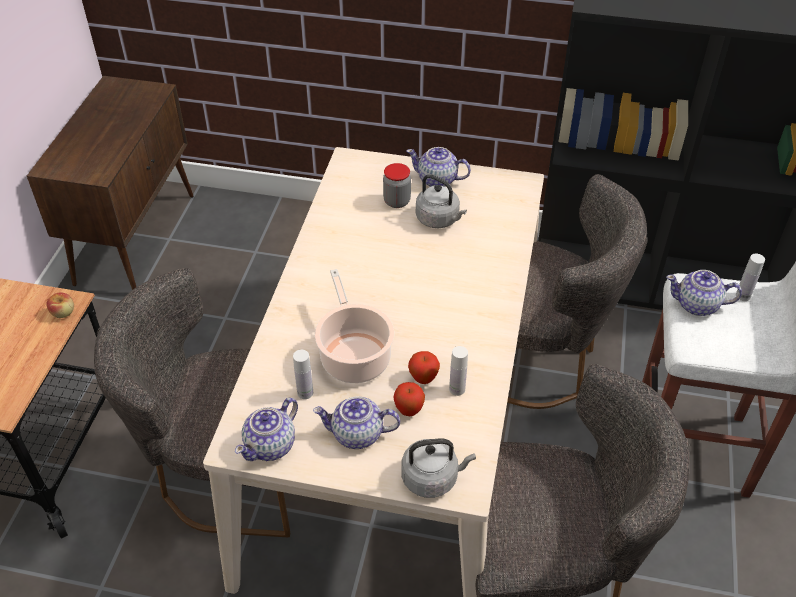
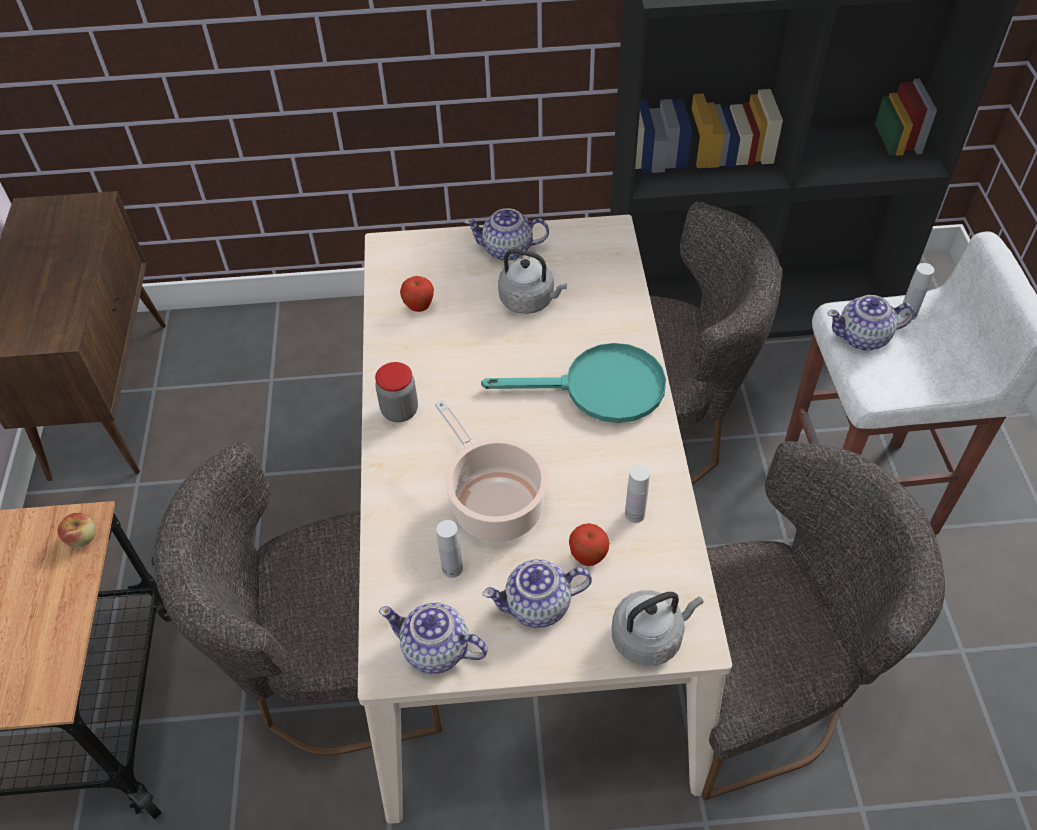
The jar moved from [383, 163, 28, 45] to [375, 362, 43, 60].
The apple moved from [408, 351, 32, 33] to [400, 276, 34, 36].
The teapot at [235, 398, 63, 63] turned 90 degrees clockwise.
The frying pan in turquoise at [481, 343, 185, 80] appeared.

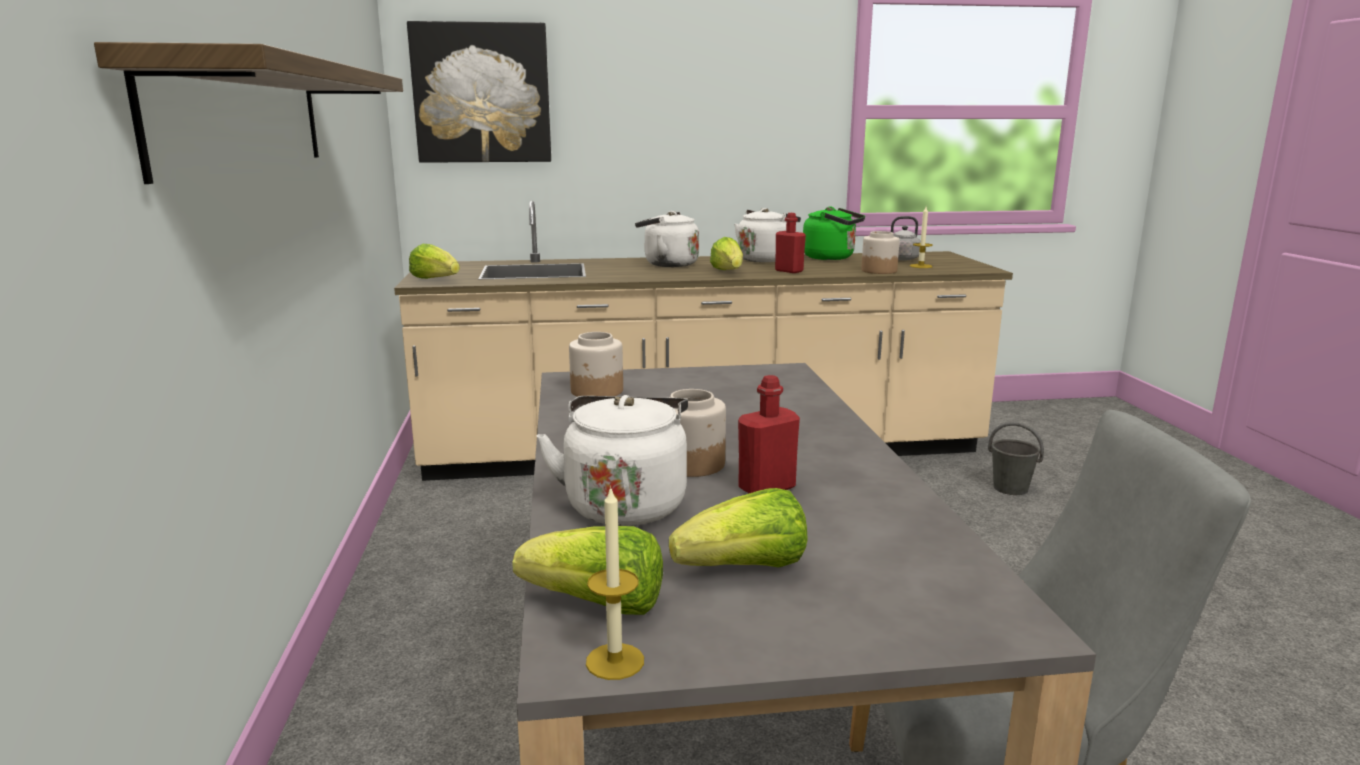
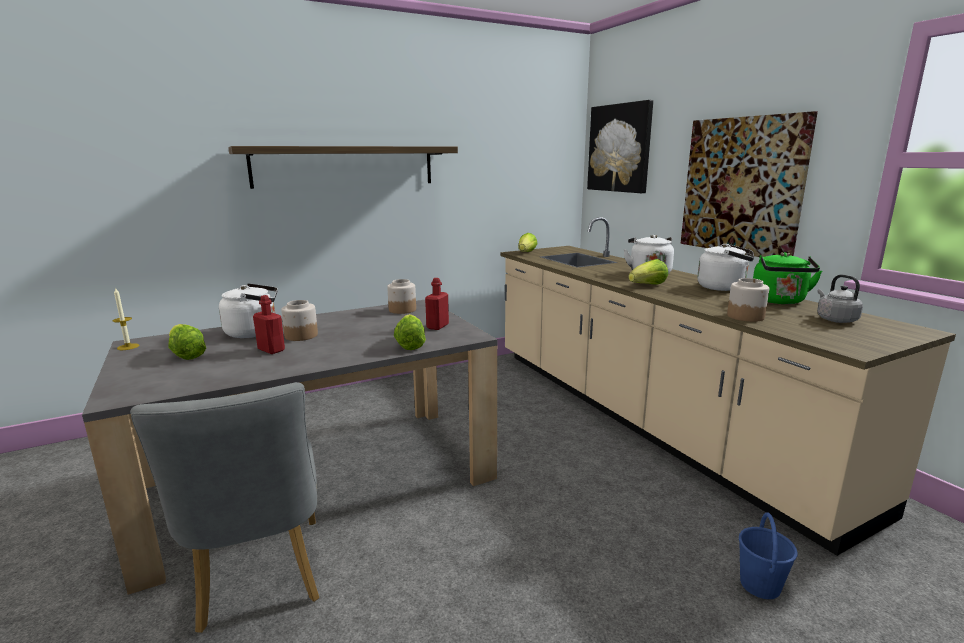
The candle at [910, 207, 23, 61] disappeared.
The bottle in red moved from [775, 213, 31, 60] to [425, 278, 24, 52].
The bucket in grey at [988, 422, 56, 73] became the bucket in blue at [739, 512, 59, 87].
The lettuce moved from [513, 526, 150, 89] to [394, 314, 32, 36].
The picture at [681, 111, 137, 146] appeared.

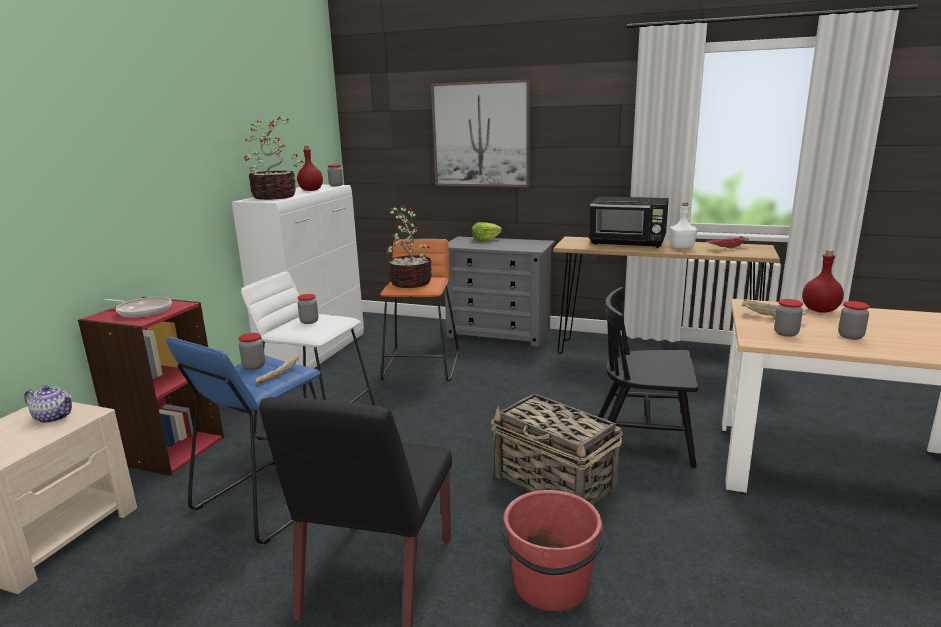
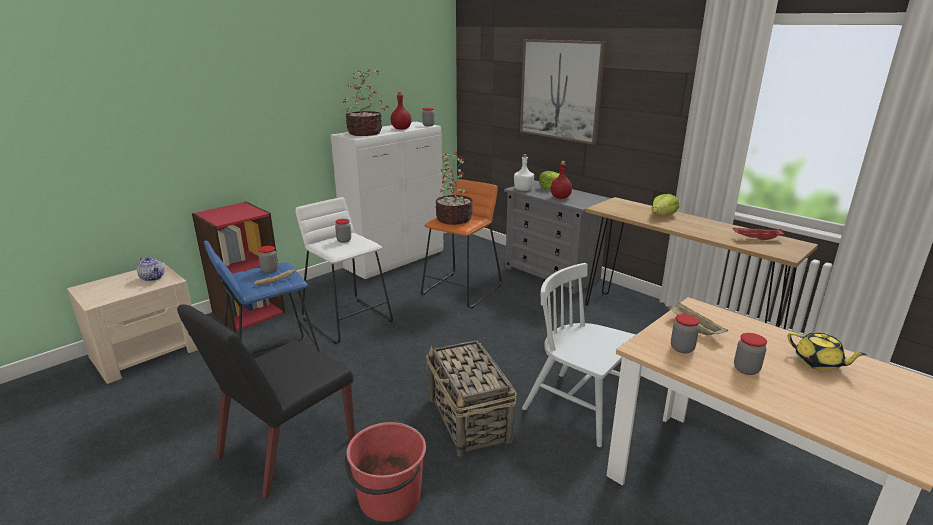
The microwave in black at [589, 196, 80, 52] was replaced by the lettuce at [651, 194, 28, 21].
The bottle in white moved from [670, 202, 27, 47] to [514, 154, 20, 37].
The bottle in red moved from [802, 250, 42, 63] to [551, 161, 21, 38].
The chair in black at [598, 287, 100, 182] became the chair in white at [522, 263, 114, 184].
The frying pan at [104, 297, 68, 21] disappeared.
The teapot in yellow at [788, 332, 79, 39] appeared.

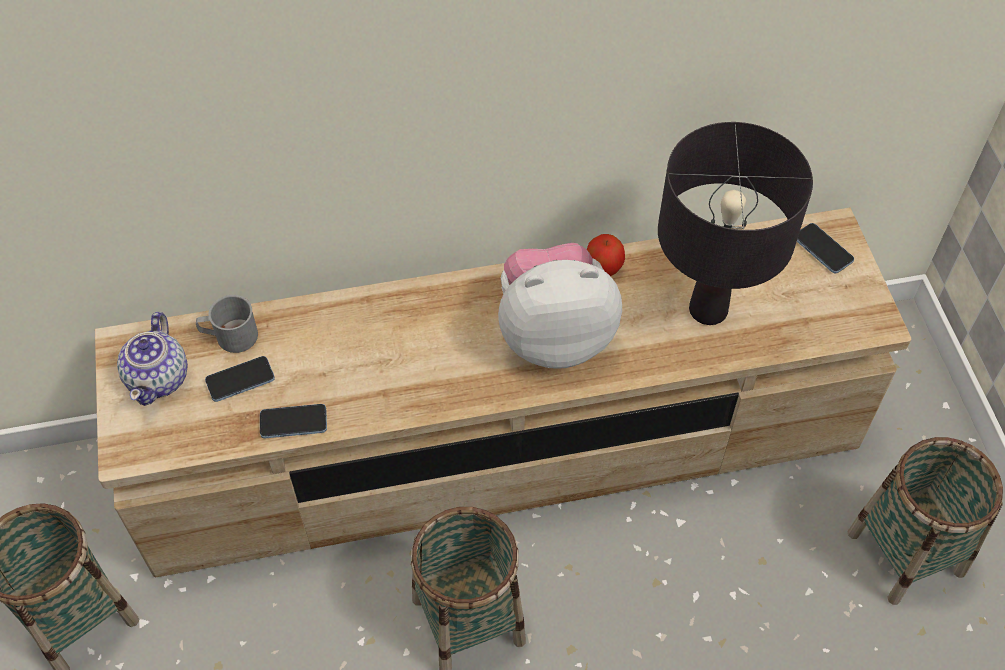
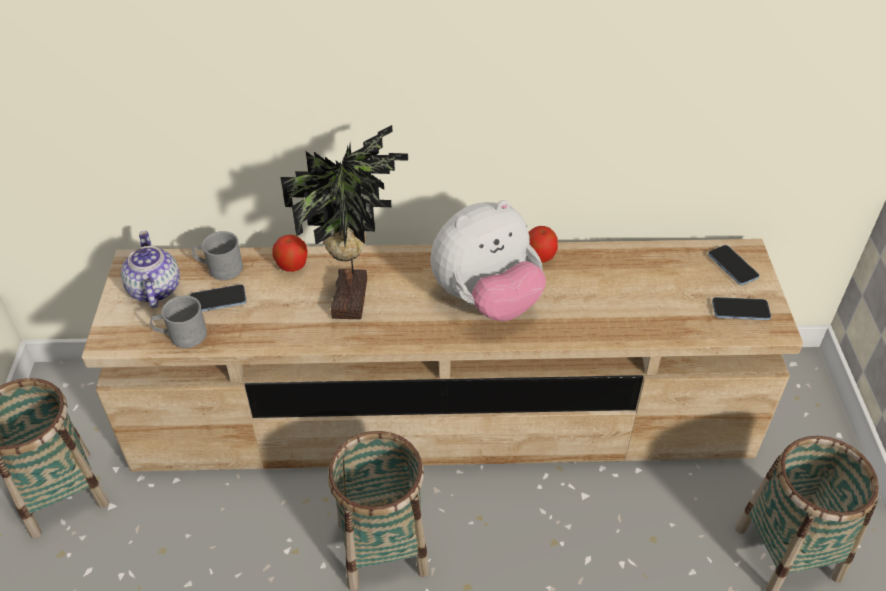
The table lamp in black at [658, 122, 155, 203] disappeared.
The plush toy at [498, 243, 124, 126] turned 150 degrees clockwise.
The teapot at [117, 312, 71, 94] turned 150 degrees clockwise.
The phone moved from [260, 404, 67, 34] to [712, 297, 59, 23].
The potted plant at [281, 125, 127, 194] appeared.
The apple at [272, 235, 36, 37] appeared.
The mug in grey at [150, 295, 57, 53] appeared.

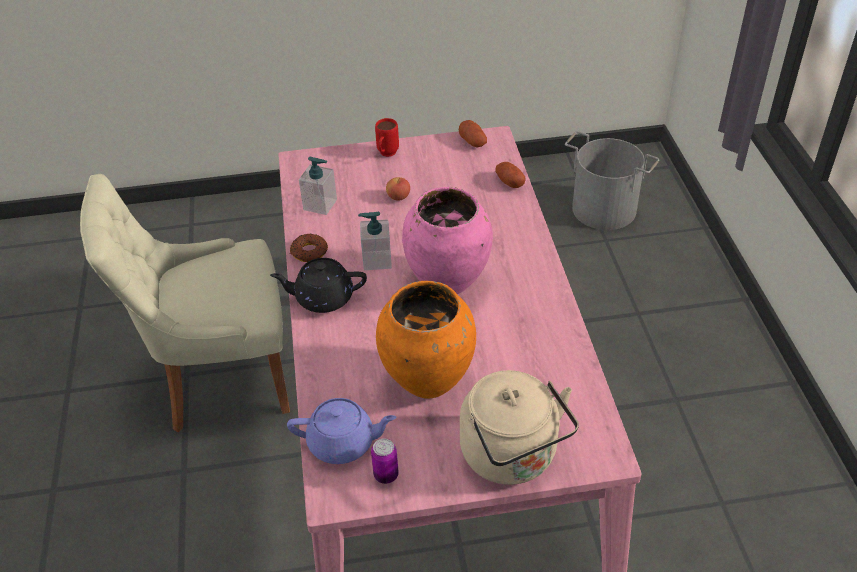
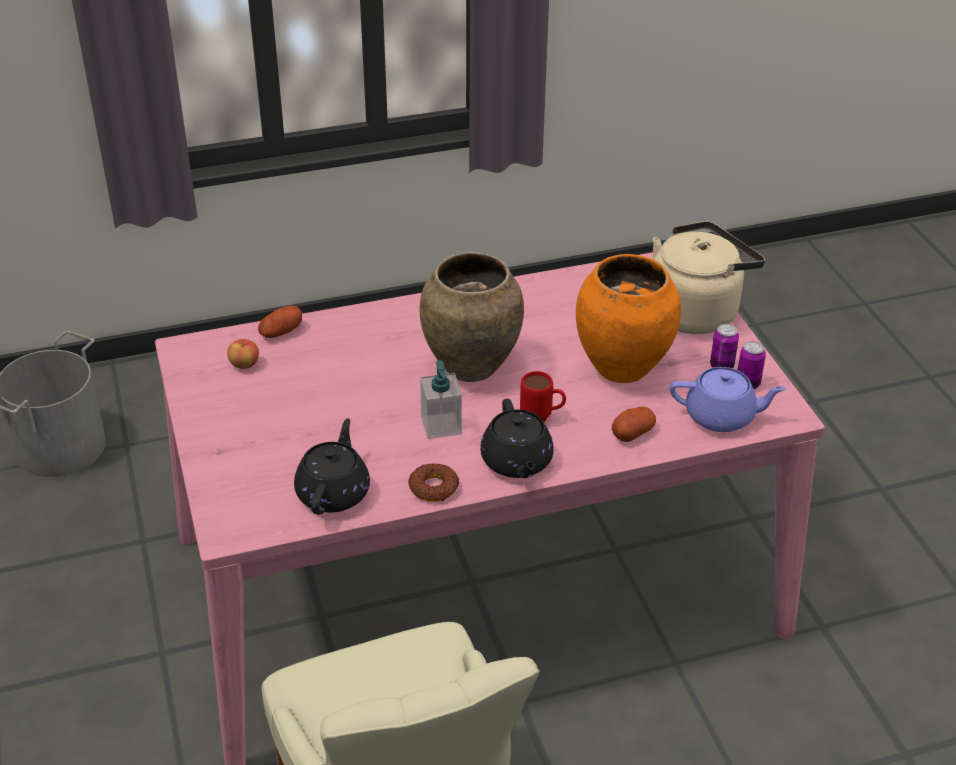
The mug in red moved from [375, 118, 24, 39] to [520, 371, 46, 51].
The potato moved from [459, 120, 28, 27] to [612, 407, 44, 35].
The soap dispenser at [299, 157, 38, 58] was replaced by the teapot in black at [294, 418, 76, 96].
The apple moved from [386, 177, 24, 24] to [227, 339, 32, 30].
The vase in pink at [402, 187, 91, 107] became the vase in brown at [420, 252, 104, 130].
The teapot in purple at [287, 398, 110, 66] turned 105 degrees clockwise.
The can at [710, 324, 29, 44] appeared.

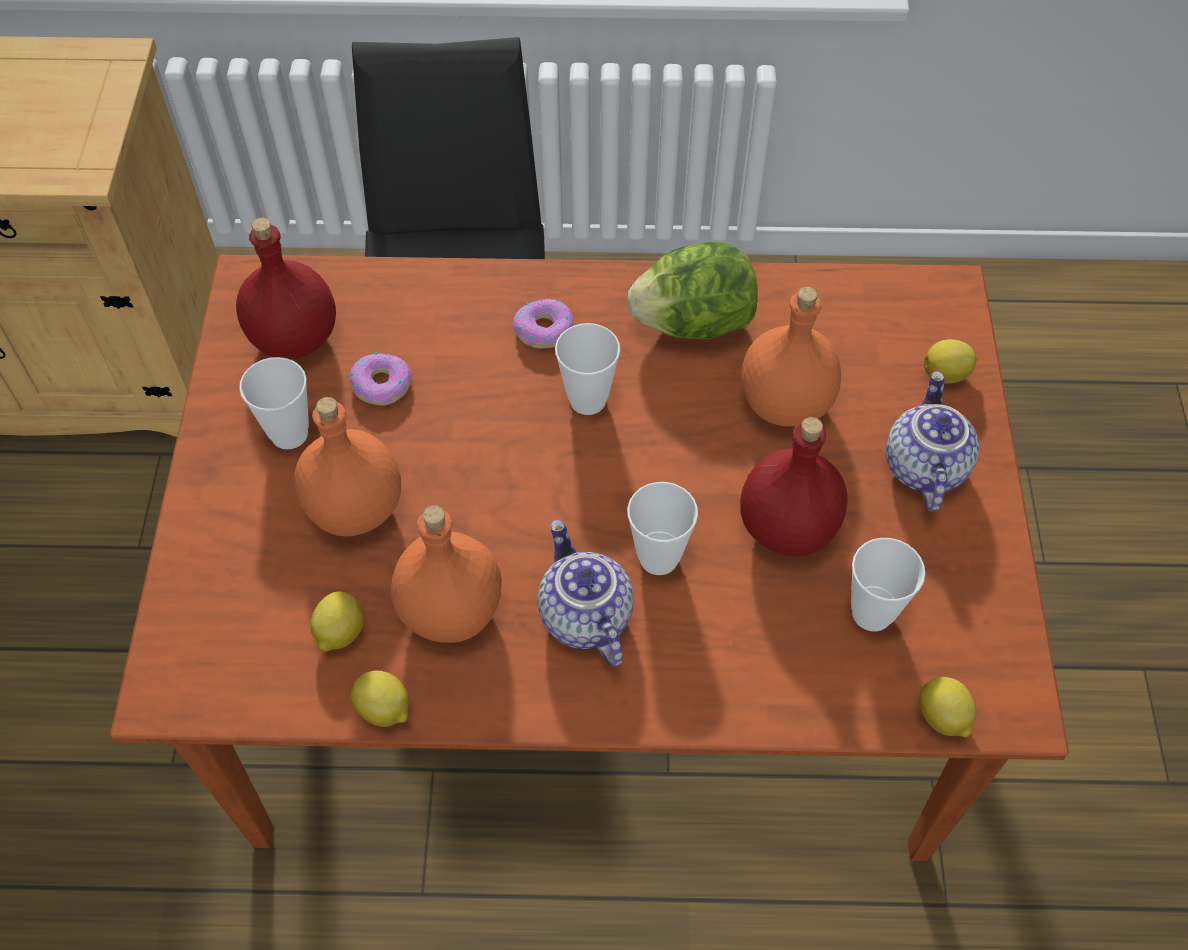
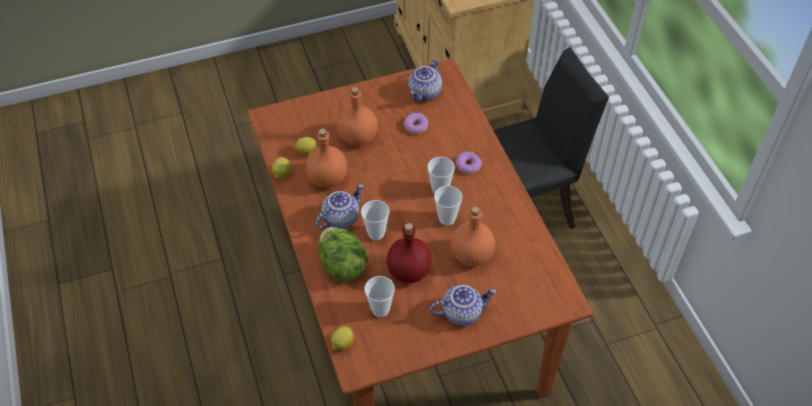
The bottle in red at [236, 218, 100, 142] was replaced by the teapot at [408, 59, 34, 42].
The lettuce moved from [628, 242, 130, 98] to [318, 227, 50, 55].
The lemon at [924, 339, 53, 45] disappeared.
The cup moved from [239, 357, 70, 92] to [434, 186, 28, 40].

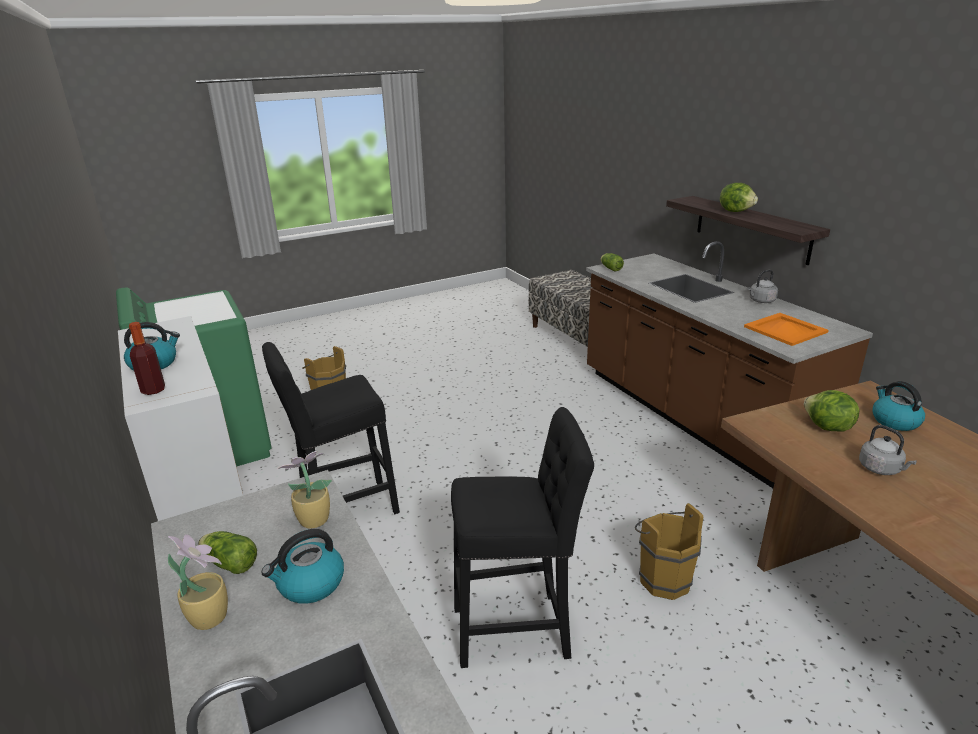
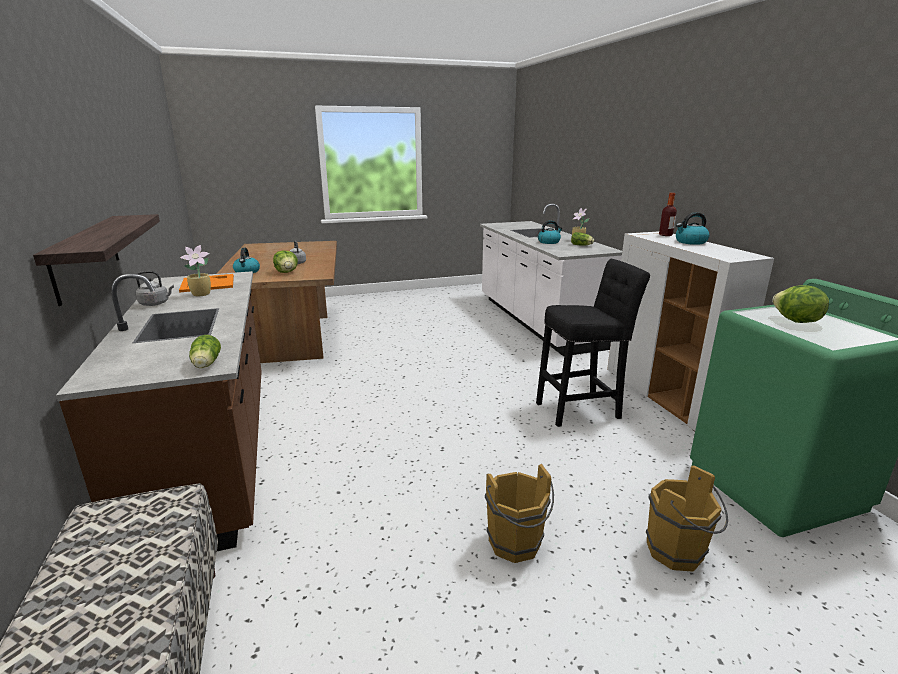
The lettuce moved from [720, 183, 38, 29] to [772, 285, 57, 38].
The stool in black at [451, 407, 143, 261] disappeared.
The potted plant moved from [277, 451, 55, 77] to [180, 245, 31, 51].
The bucket in brown moved from [635, 503, 68, 97] to [485, 464, 69, 99].

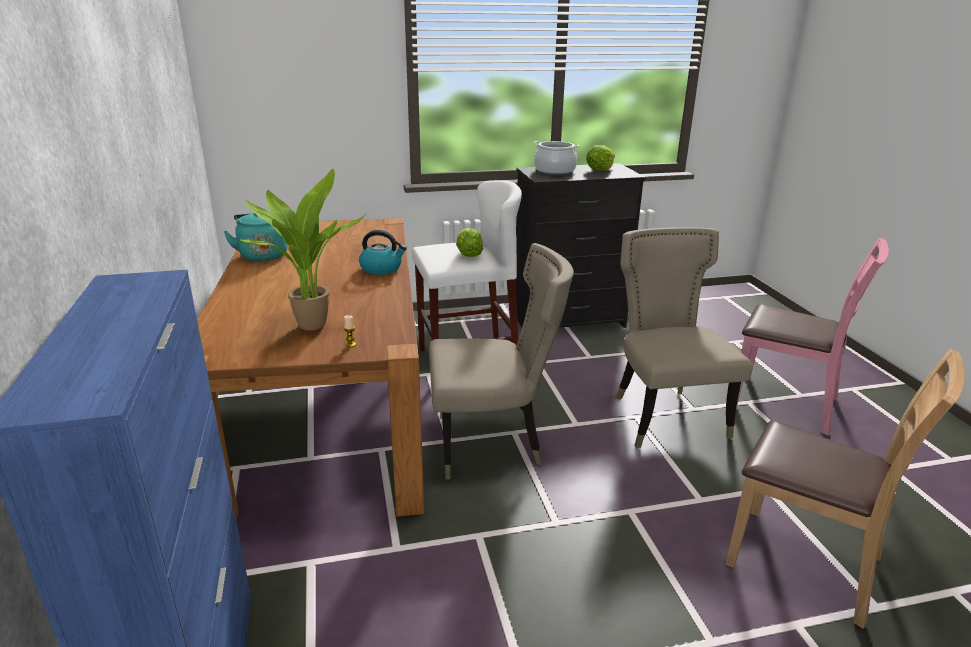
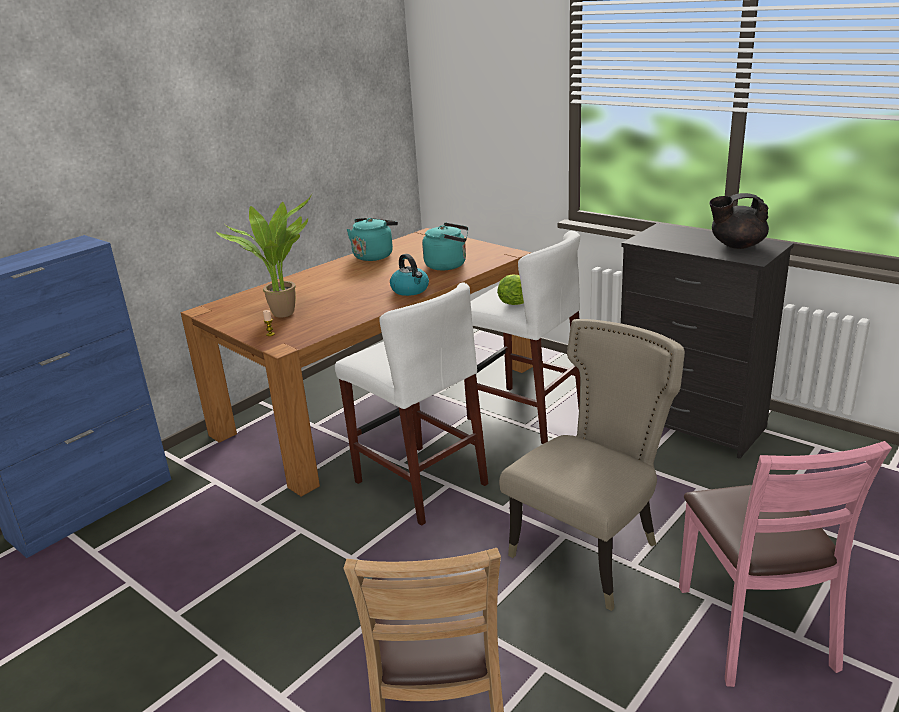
The cooking pot at [534, 141, 46, 34] disappeared.
The lettuce at [586, 145, 29, 26] was replaced by the teapot in black at [709, 193, 60, 56].
The chair in beige at [429, 243, 145, 237] was replaced by the stool in white at [335, 282, 153, 244].
The kettle in turquoise at [422, 223, 47, 47] appeared.

